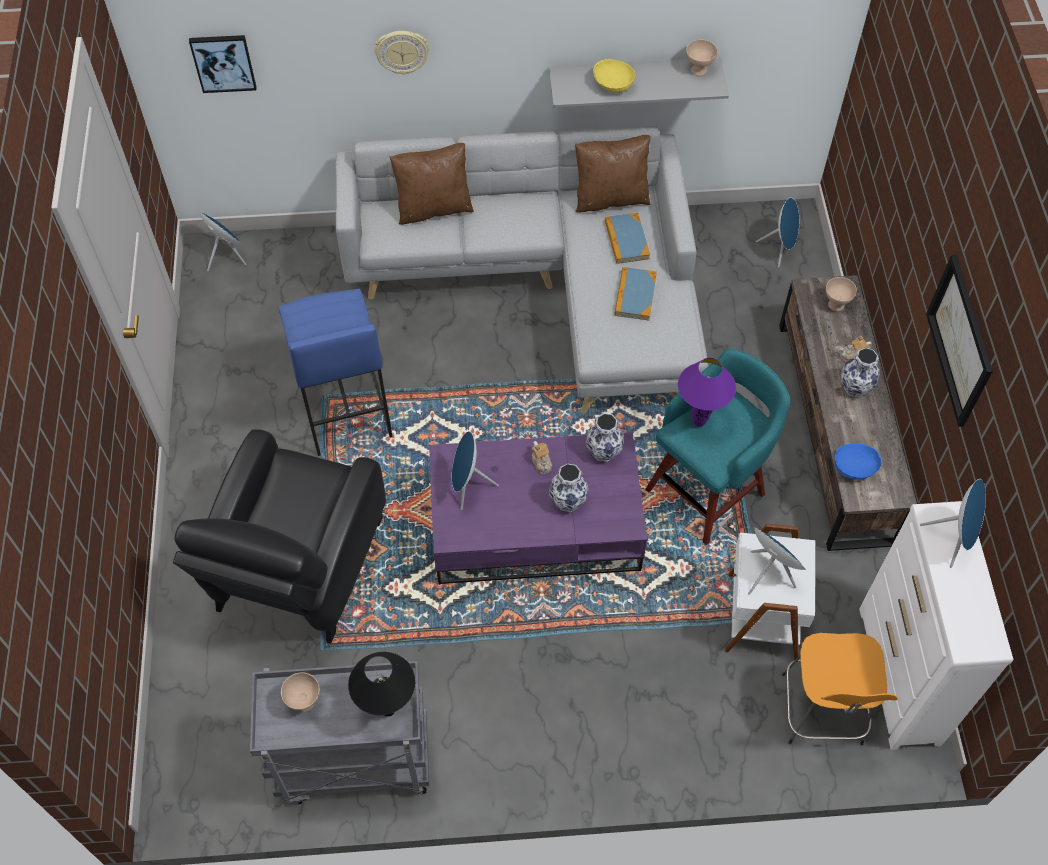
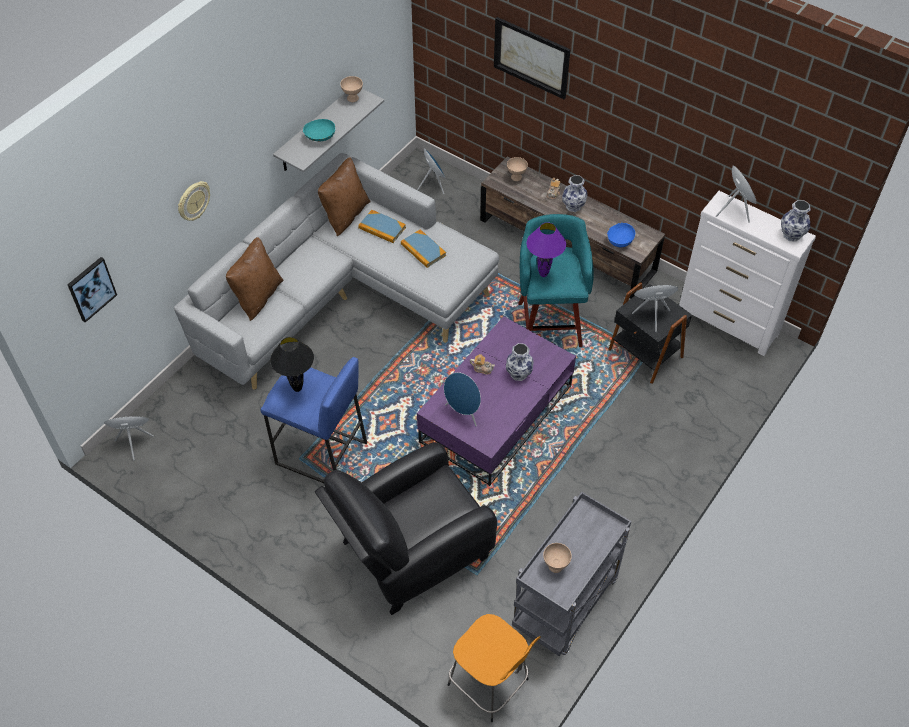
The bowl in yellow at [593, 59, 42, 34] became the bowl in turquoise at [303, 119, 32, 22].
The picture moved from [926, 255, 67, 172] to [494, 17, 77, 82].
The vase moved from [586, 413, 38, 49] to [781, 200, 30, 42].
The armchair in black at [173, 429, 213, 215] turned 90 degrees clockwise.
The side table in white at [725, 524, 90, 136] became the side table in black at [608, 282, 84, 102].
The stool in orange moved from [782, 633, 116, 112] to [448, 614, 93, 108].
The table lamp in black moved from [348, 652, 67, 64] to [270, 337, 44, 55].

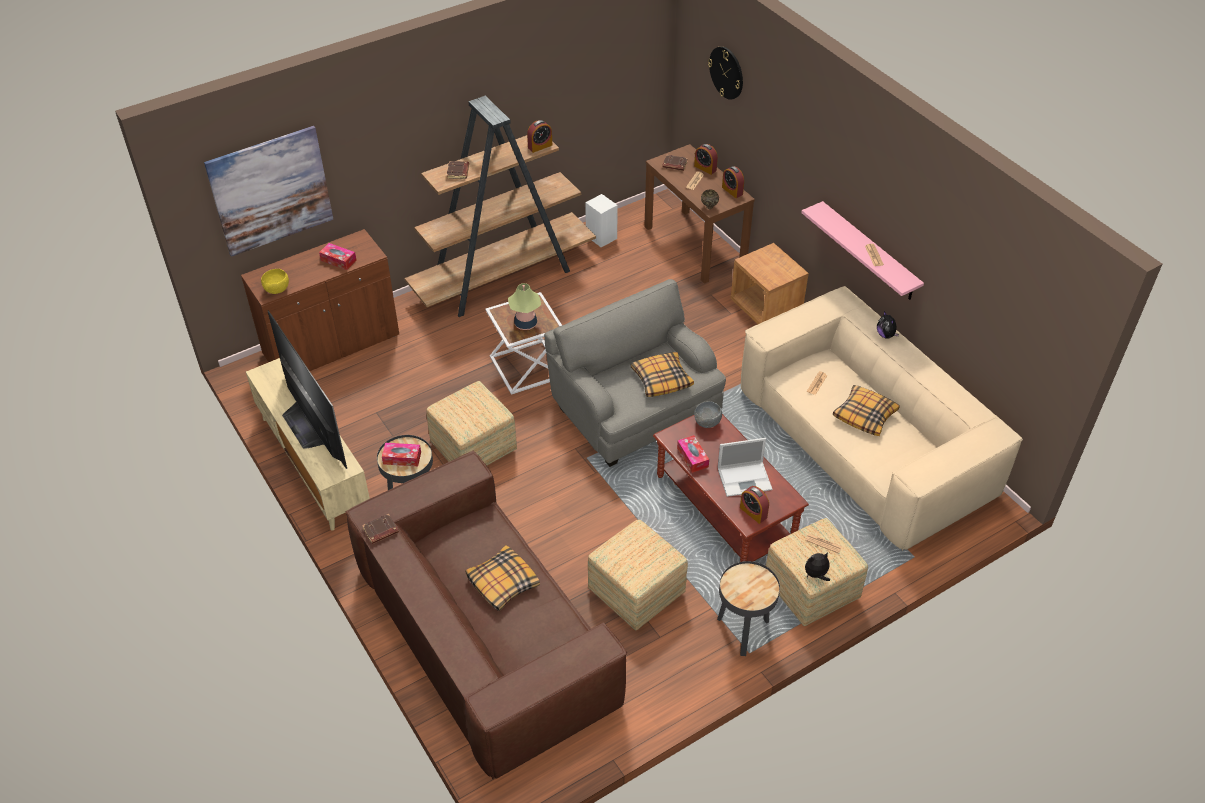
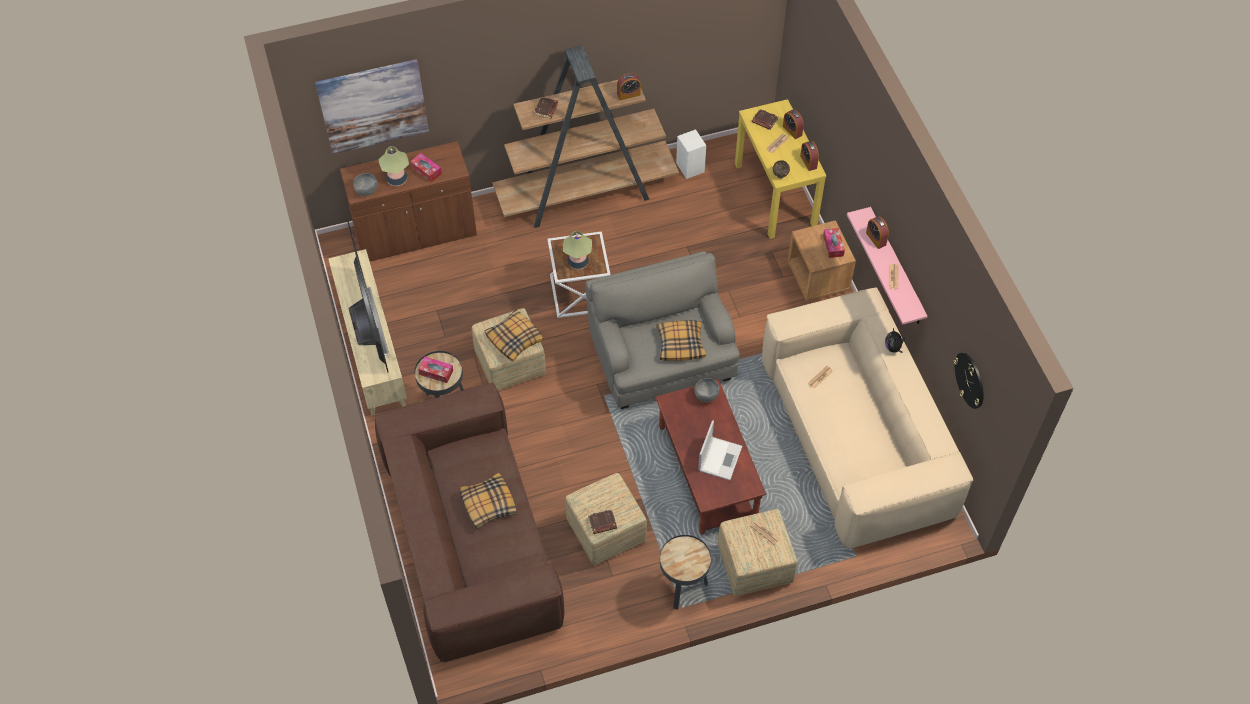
The wall clock moved from [708, 46, 35, 54] to [954, 353, 30, 56].
The console table in brown at [644, 144, 111, 140] became the console table in yellow at [735, 99, 92, 140].
The bowl in yellow at [261, 269, 28, 25] became the bowl in grey at [353, 173, 24, 23].
The pillow moved from [833, 385, 67, 51] to [485, 310, 59, 51].
The tissue box moved from [677, 435, 32, 38] to [823, 228, 22, 30].
The laptop at [718, 438, 54, 59] turned 75 degrees counterclockwise.
The alarm clock moved from [740, 486, 29, 38] to [866, 216, 23, 33].
The book in brown moved from [362, 514, 37, 30] to [588, 509, 29, 25].
The plush toy at [805, 552, 25, 29] disappeared.
The table lamp at [378, 146, 31, 40] appeared.

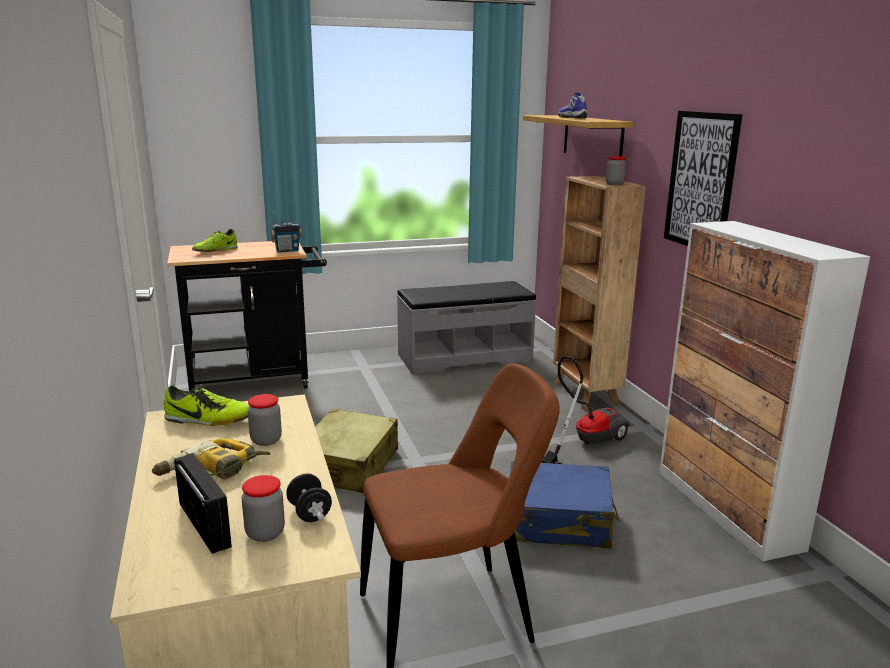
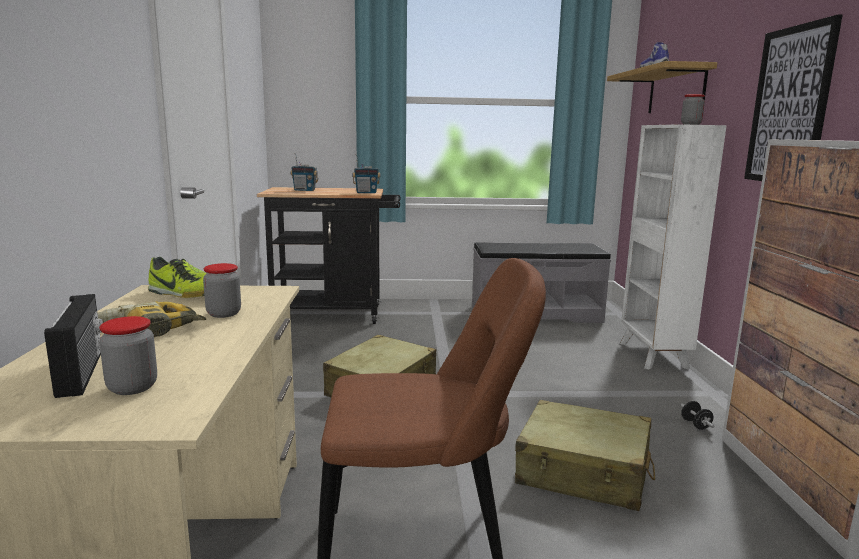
The bookcase in brown at [553, 176, 93, 234] became the bookcase in white at [619, 124, 108, 246].
The shoe at [192, 229, 46, 23] was replaced by the radio at [290, 153, 28, 38].
The vacuum cleaner at [542, 355, 88, 109] disappeared.
The suitcase in blue at [510, 461, 109, 88] became the suitcase in beige at [515, 400, 140, 111].
The dumbbell in black moved from [286, 473, 46, 49] to [681, 401, 33, 29].

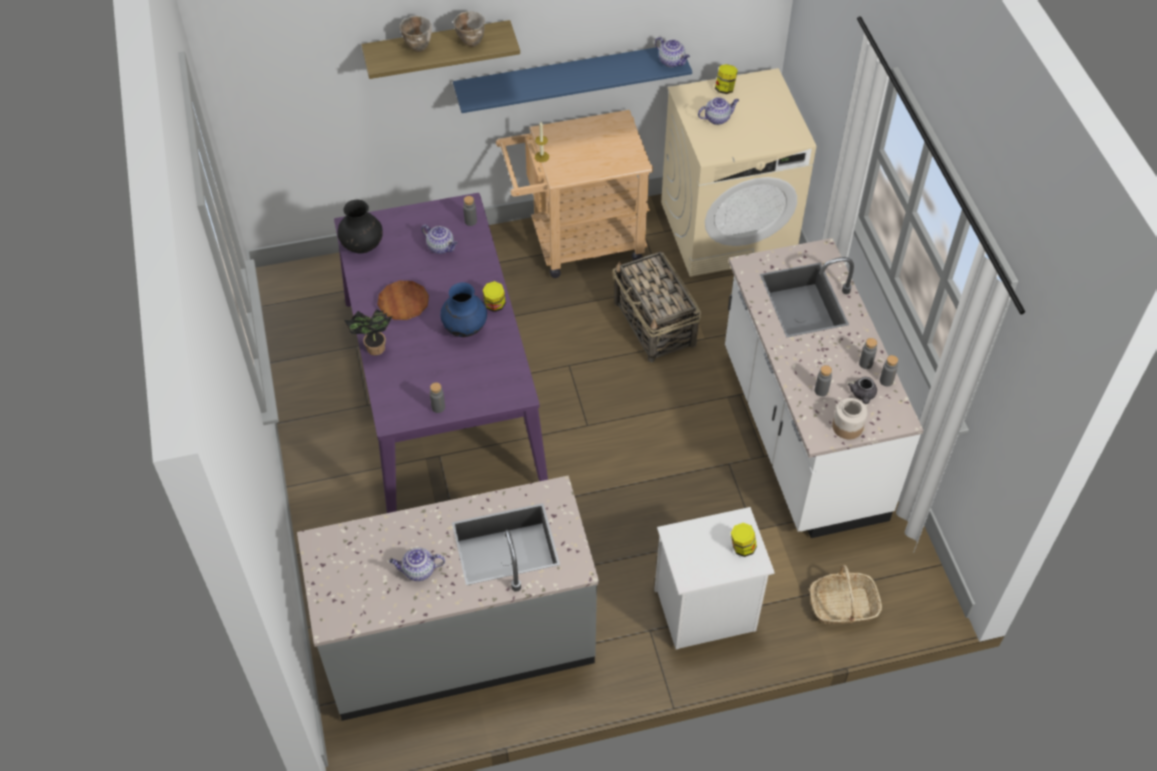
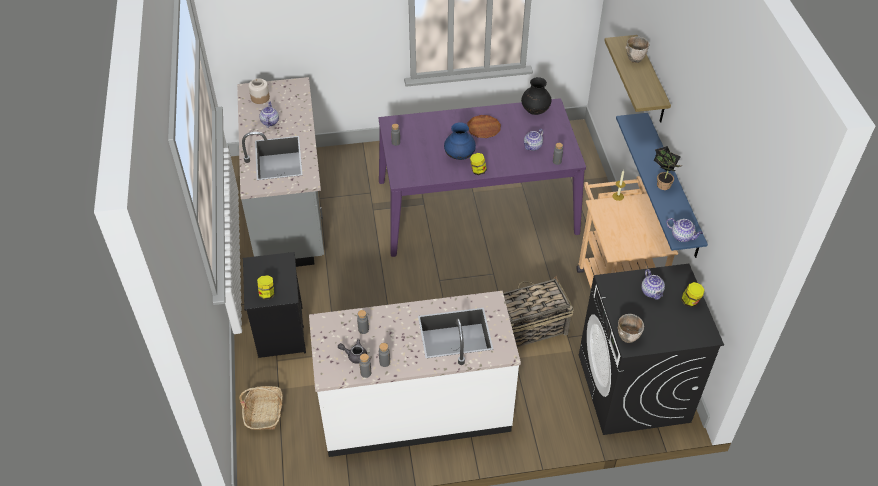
The bowl moved from [453, 11, 32, 36] to [618, 314, 26, 29].
The teapot at [655, 37, 35, 30] turned 105 degrees counterclockwise.
The washing machine in beige at [661, 68, 155, 209] became the washing machine in black at [579, 264, 145, 171].
The potted plant moved from [344, 309, 49, 47] to [654, 146, 28, 44].
The jar moved from [832, 398, 36, 41] to [249, 78, 21, 26].
The nightstand in white at [654, 507, 121, 142] became the nightstand in black at [243, 252, 63, 106].

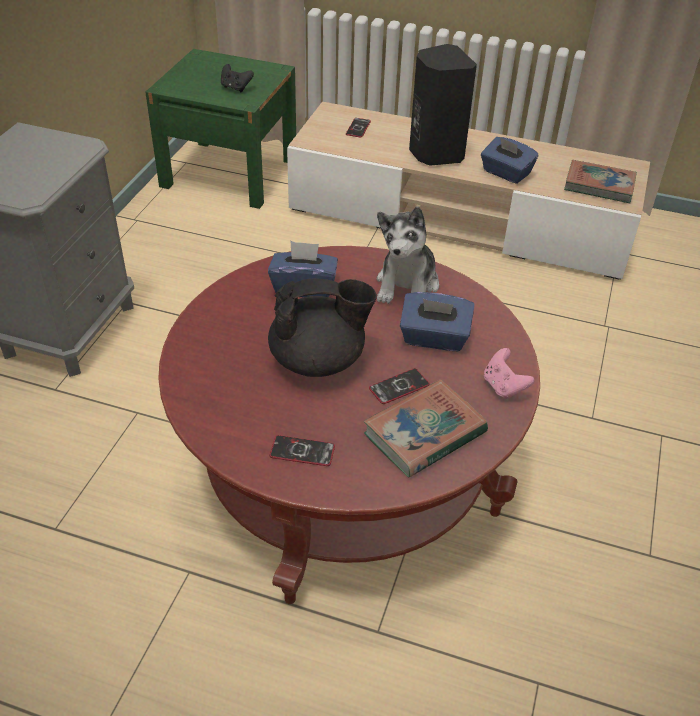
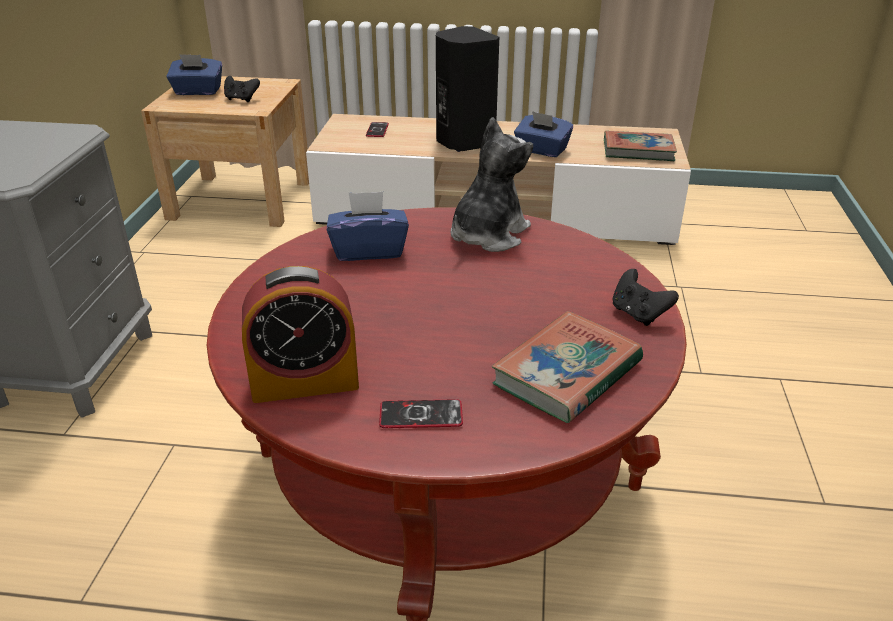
The nightstand in green at [145, 49, 151, 160] became the nightstand in beige at [141, 76, 168, 151].
The plush toy at [377, 206, 62, 98] turned 150 degrees counterclockwise.
The teapot in black at [268, 278, 109, 99] disappeared.
The tissue box in blue moved from [400, 292, 74, 59] to [167, 54, 55, 41].
The game controller in pink at [484, 348, 50, 51] became the game controller in black at [613, 269, 66, 57].
The phone at [369, 368, 61, 36] disappeared.
The alarm clock at [242, 266, 117, 137] appeared.

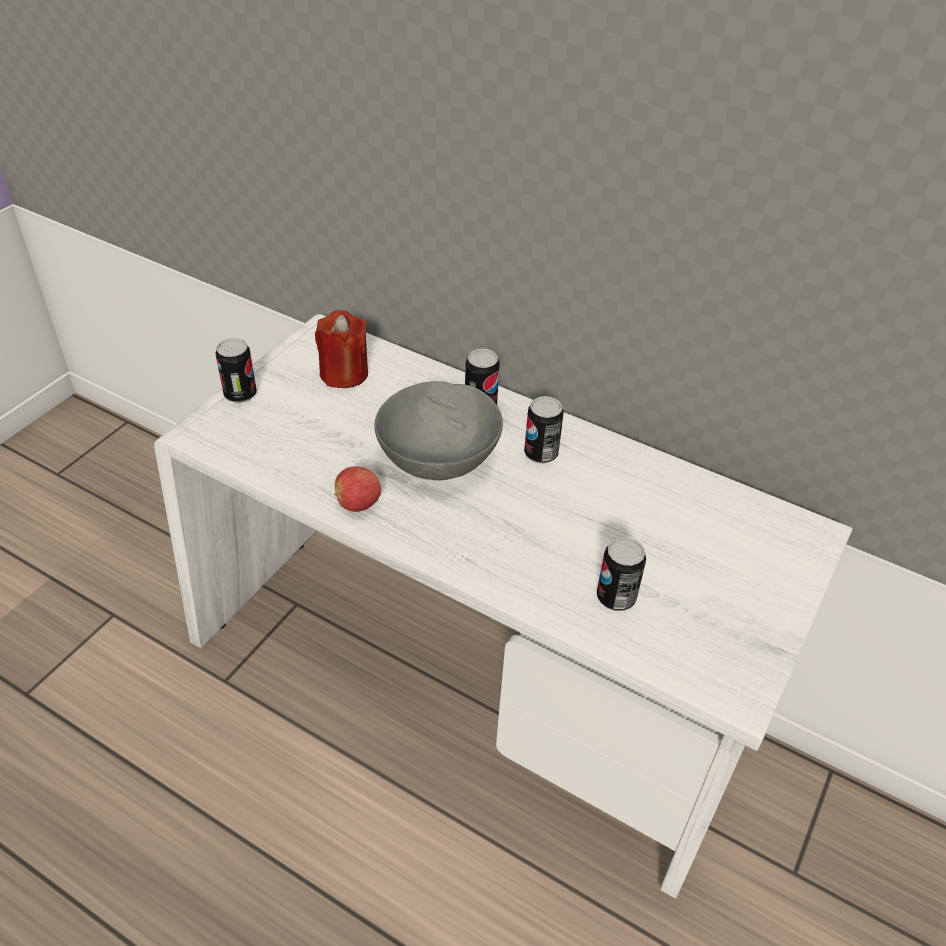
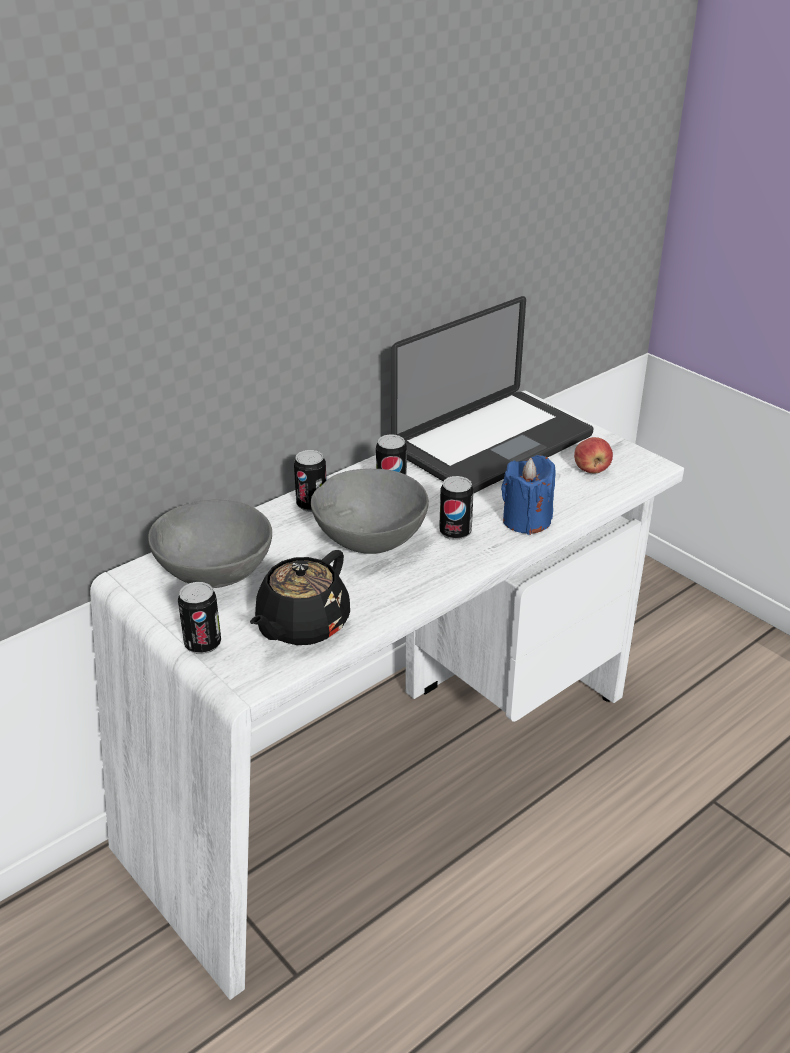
The candle in red at [315, 310, 53, 78] was replaced by the bowl in grey at [148, 499, 124, 89].
The apple moved from [334, 466, 47, 46] to [574, 437, 39, 36].
The can moved from [597, 537, 49, 74] to [439, 476, 35, 64].
The laptop at [391, 296, 203, 198] appeared.
The candle in blue at [501, 455, 54, 80] appeared.
The teapot in black at [250, 550, 100, 95] appeared.

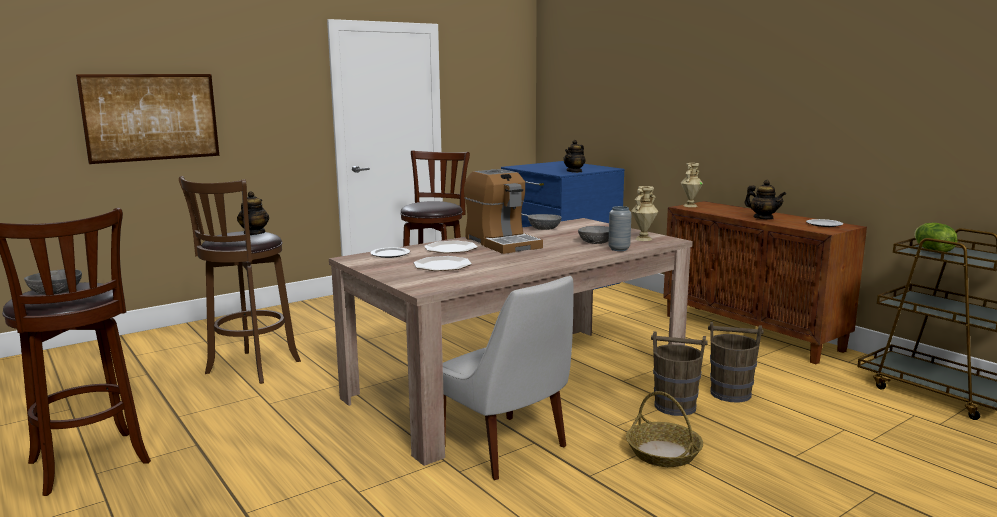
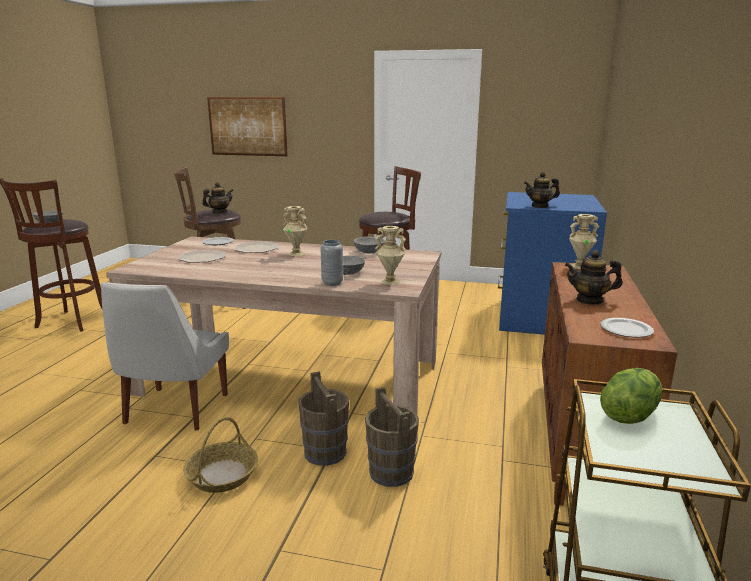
The coffee machine at [464, 169, 79, 85] was replaced by the vase in beige at [283, 206, 25, 50].
The teapot at [744, 180, 42, 39] turned 90 degrees clockwise.

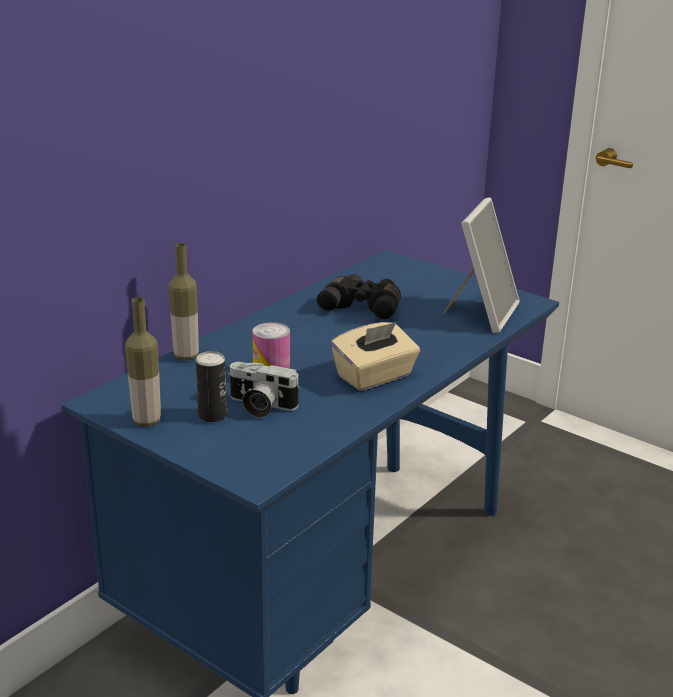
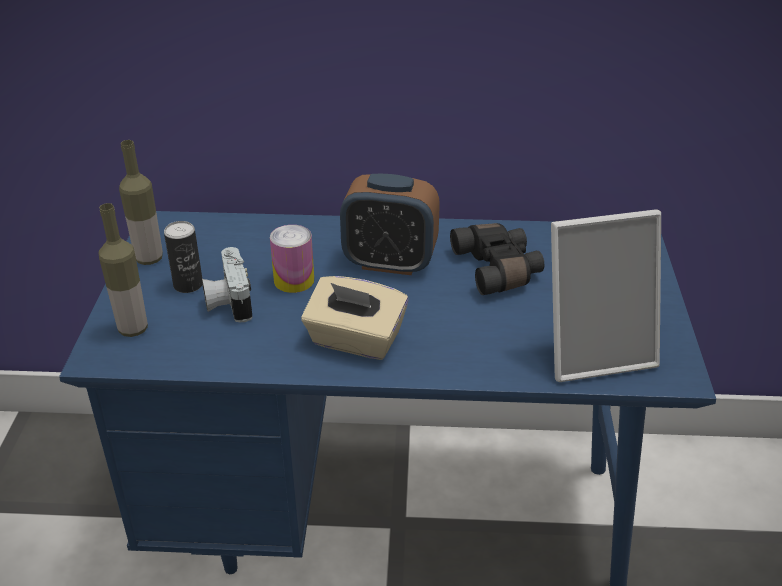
The bottle moved from [168, 243, 31, 117] to [99, 203, 49, 134].
The alarm clock at [340, 174, 100, 101] appeared.

